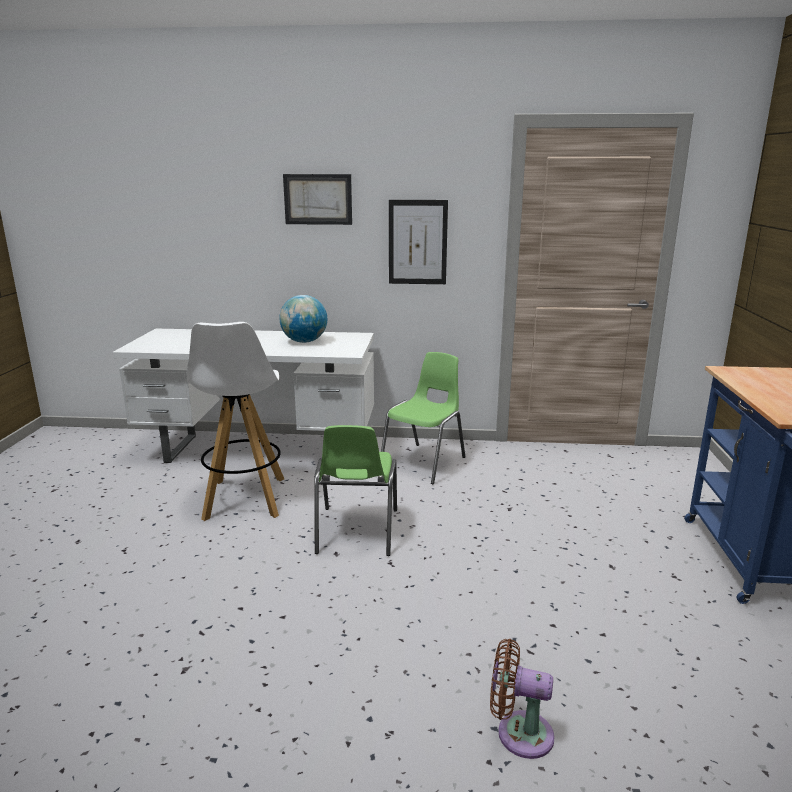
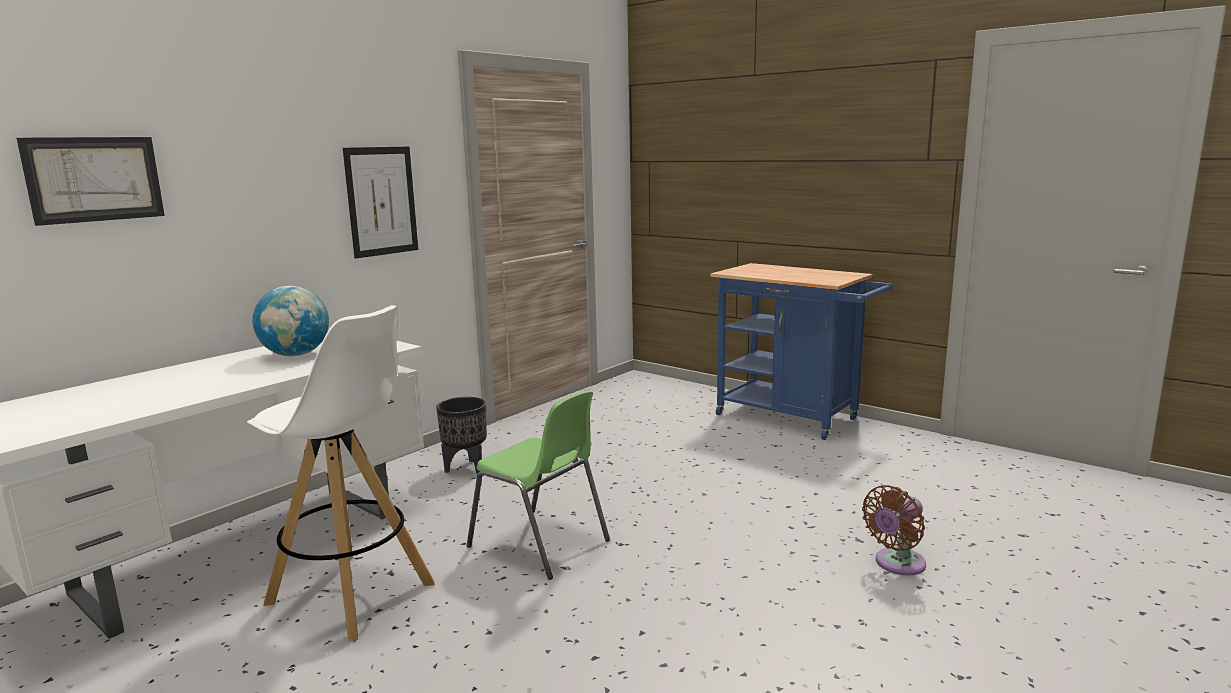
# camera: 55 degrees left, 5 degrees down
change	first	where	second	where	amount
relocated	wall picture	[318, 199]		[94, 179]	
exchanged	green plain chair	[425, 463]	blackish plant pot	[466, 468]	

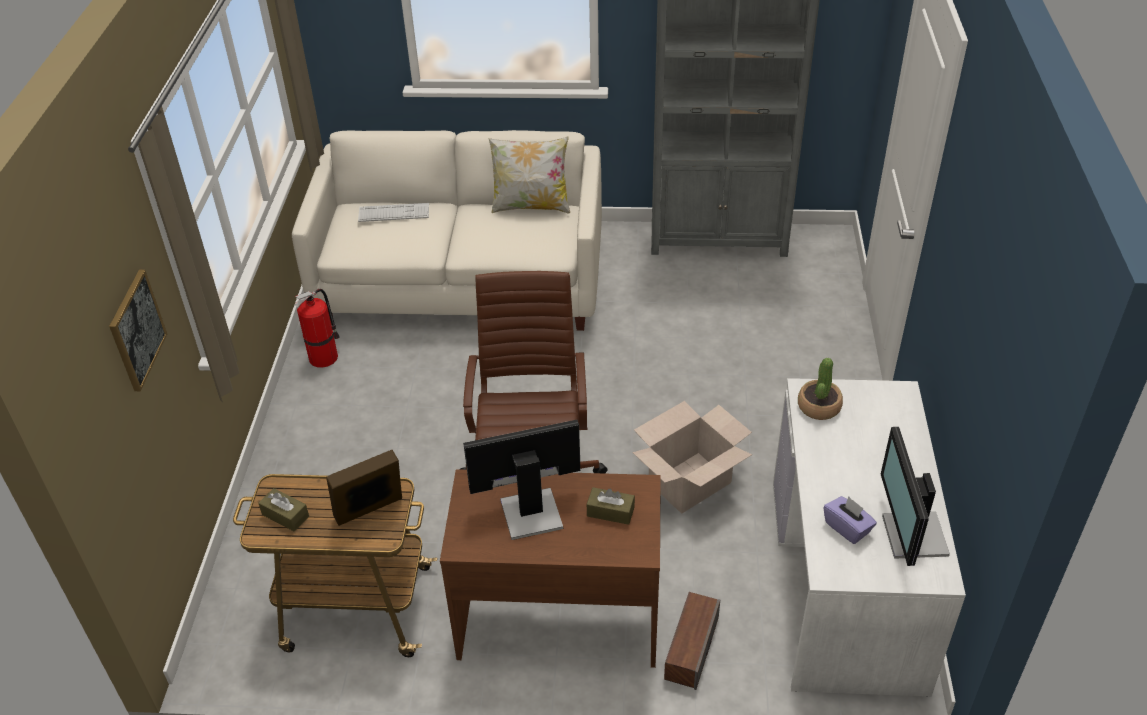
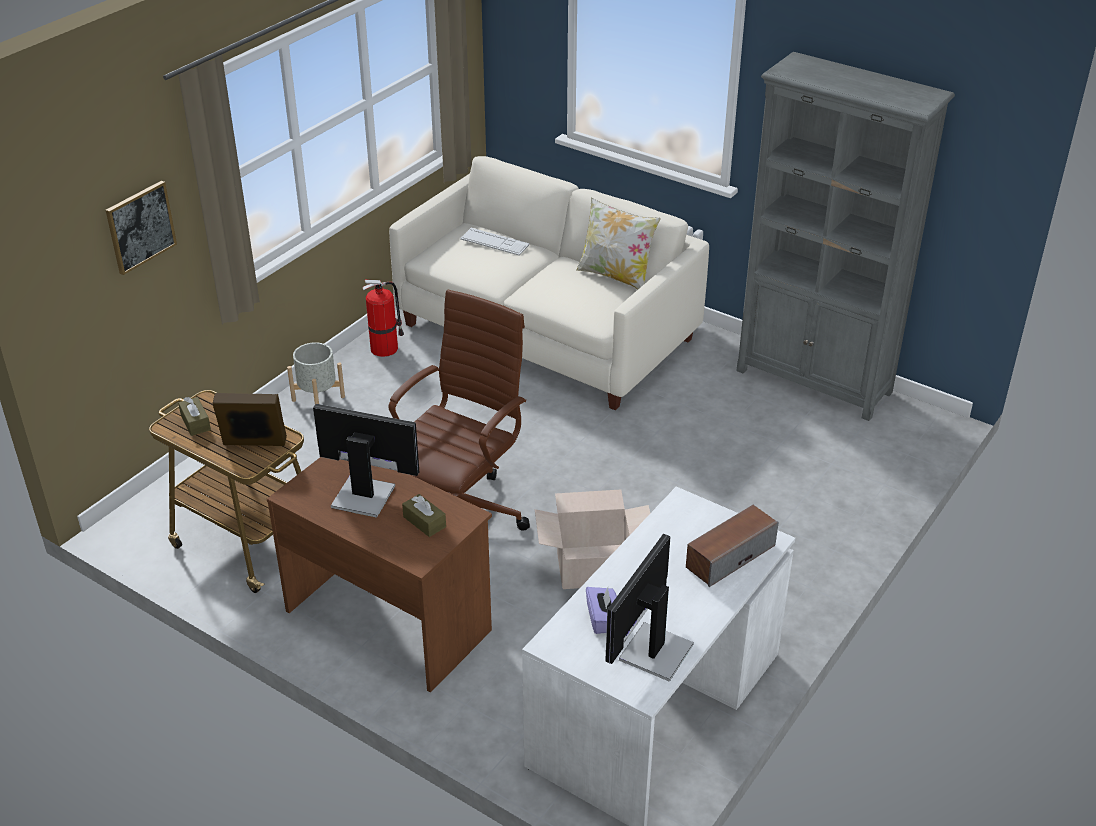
# camera: 30 degrees right, 5 degrees down
change	first	where	second	where	amount
appeared			grey plant pot	[318, 398]	
relocated	audio speaker	[691, 648]		[730, 556]	
missing	potted plant	[818, 406]			

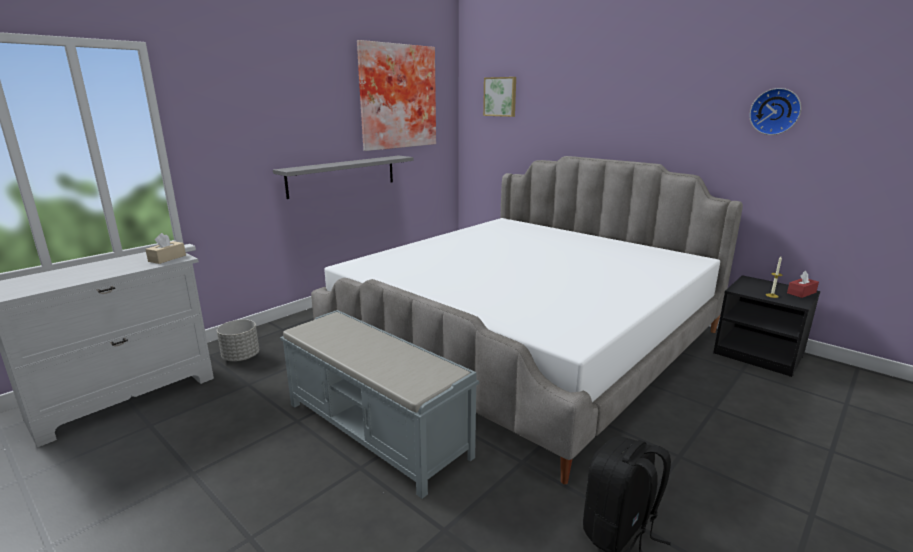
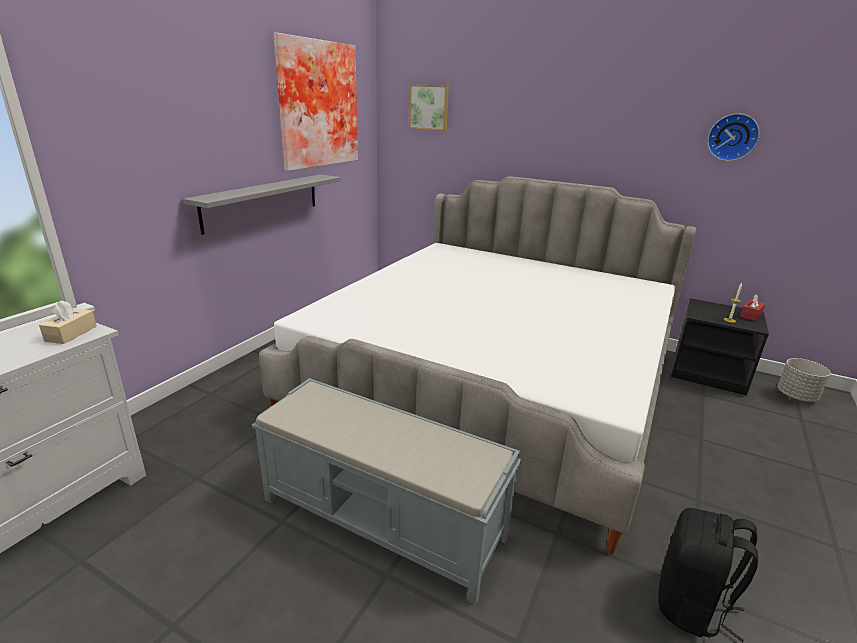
# camera: 15 degrees left, 5 degrees up
change	first	where	second	where	amount
relocated	grey plant pot	[241, 357]		[796, 396]	

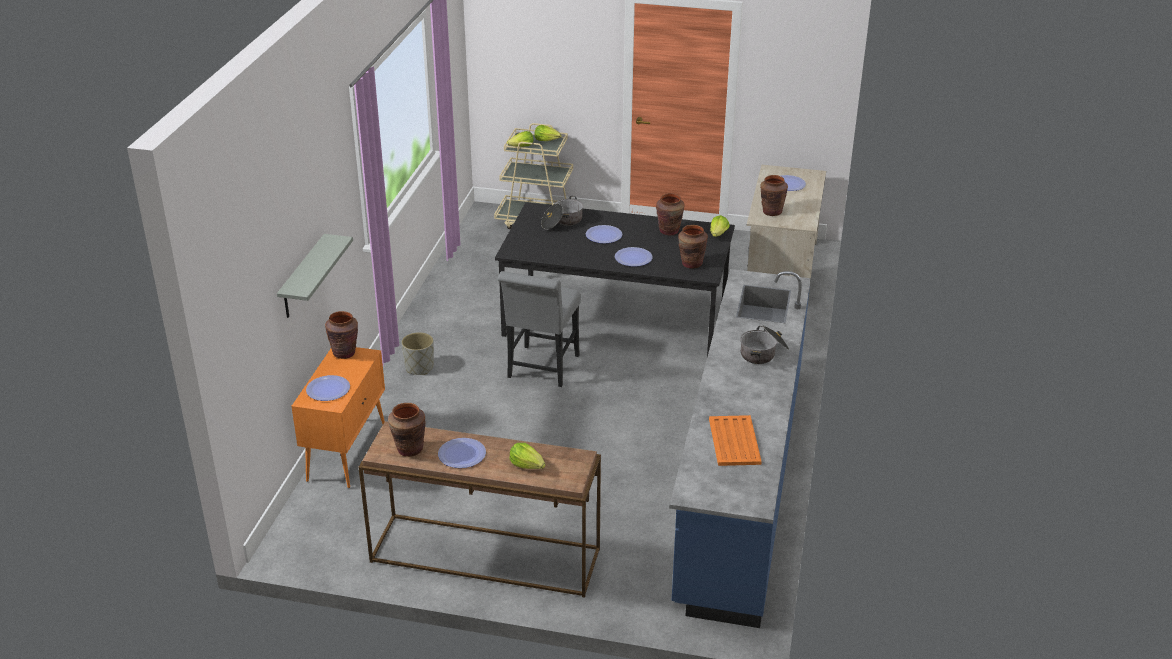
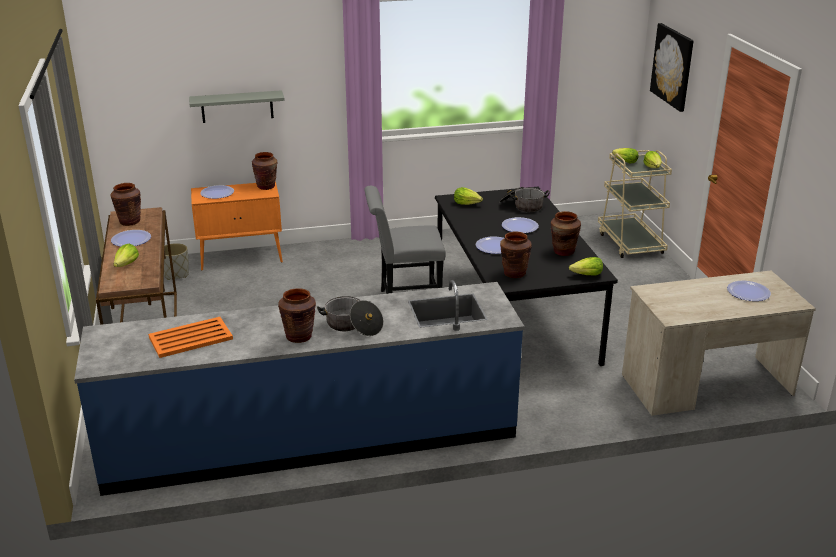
# camera: 65 degrees right, 5 degrees down
change	first	where	second	where	amount
relocated	grey plant pot	[419, 367]		[176, 274]	
relocated	brownish flower vase	[771, 212]		[299, 336]	
appeared			lettuce	[467, 203]	
appeared			wall picture	[673, 66]	

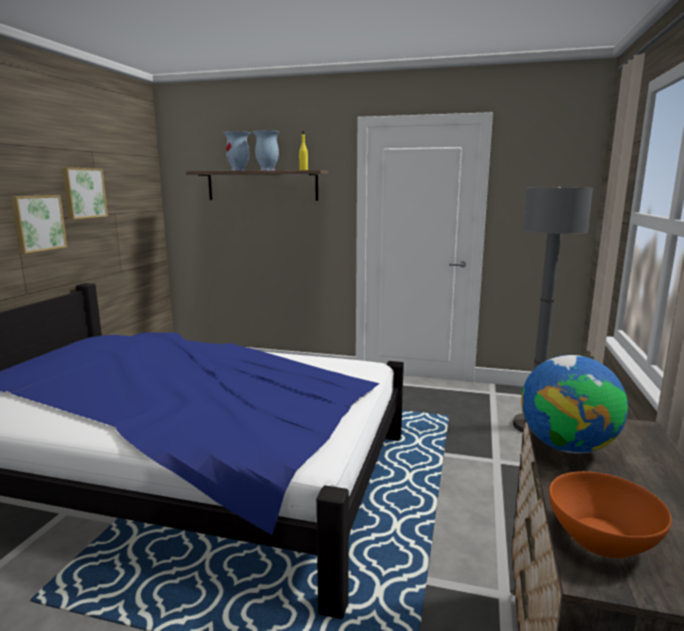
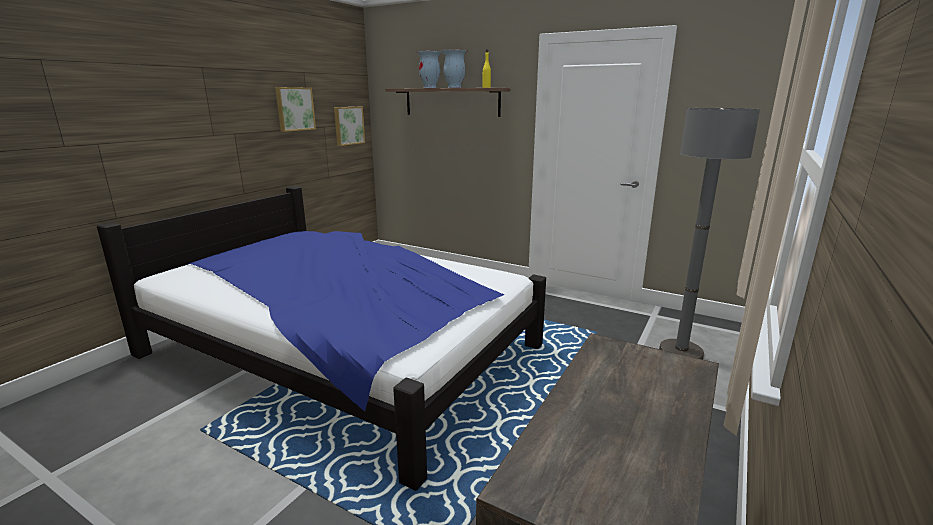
# camera: 15 degrees right, 5 degrees up
change	first	where	second	where	amount
relocated	wall picture	[37, 223]		[348, 125]	
missing	desk globe	[567, 446]			
missing	orangey deep dish	[601, 537]			

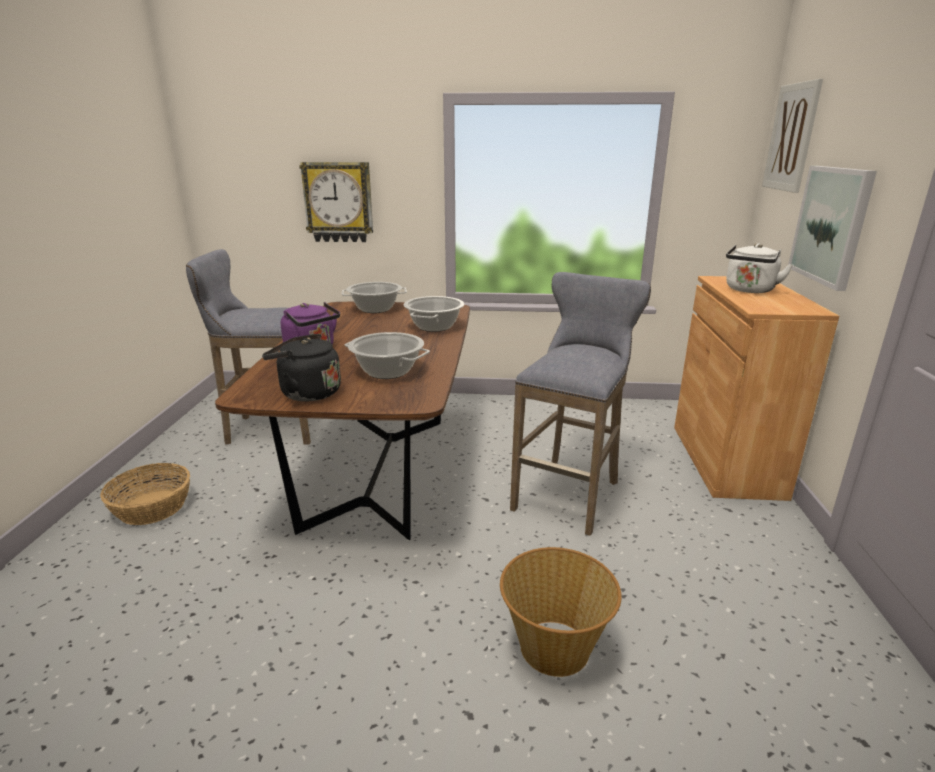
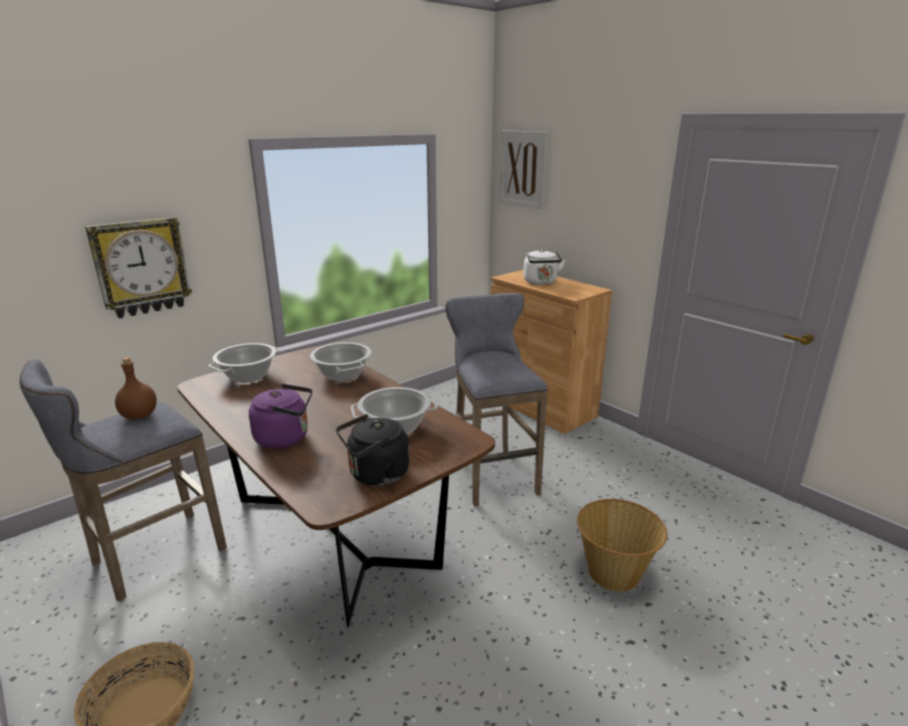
# camera: 45 degrees left, 0 degrees up
change	first	where	second	where	amount
appeared			brownish drink bottle	[140, 416]	
missing	wall picture	[831, 225]			

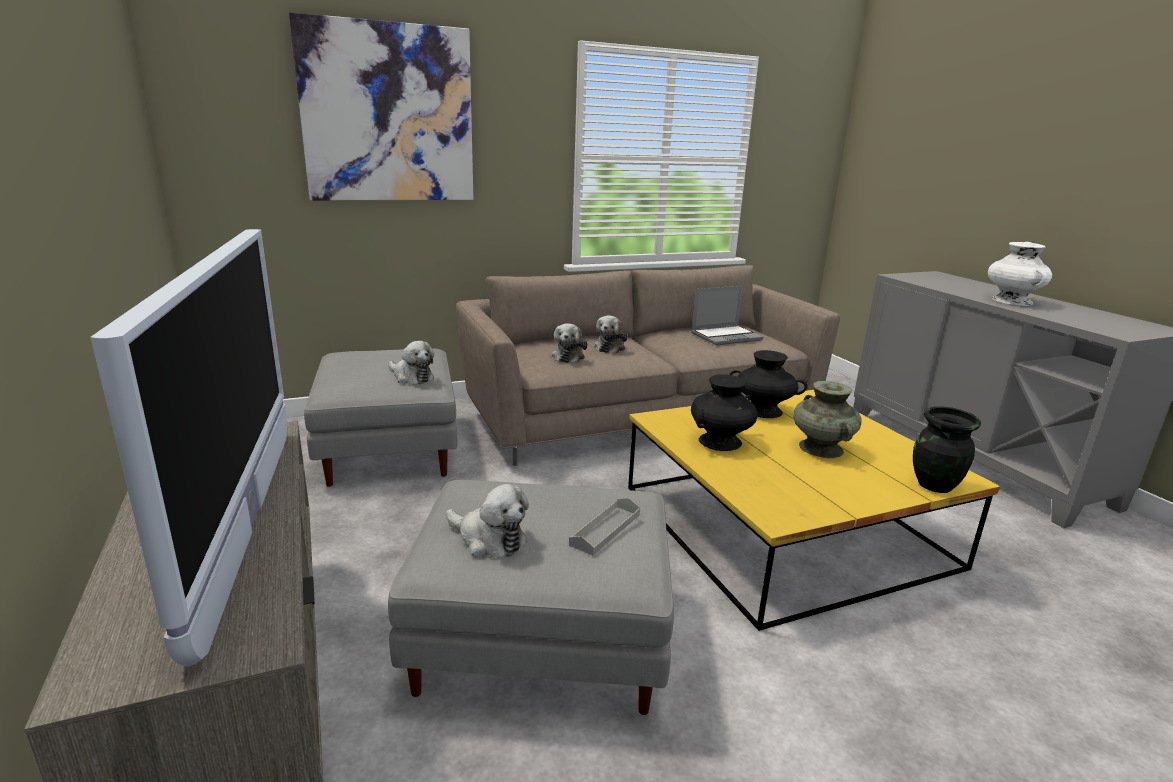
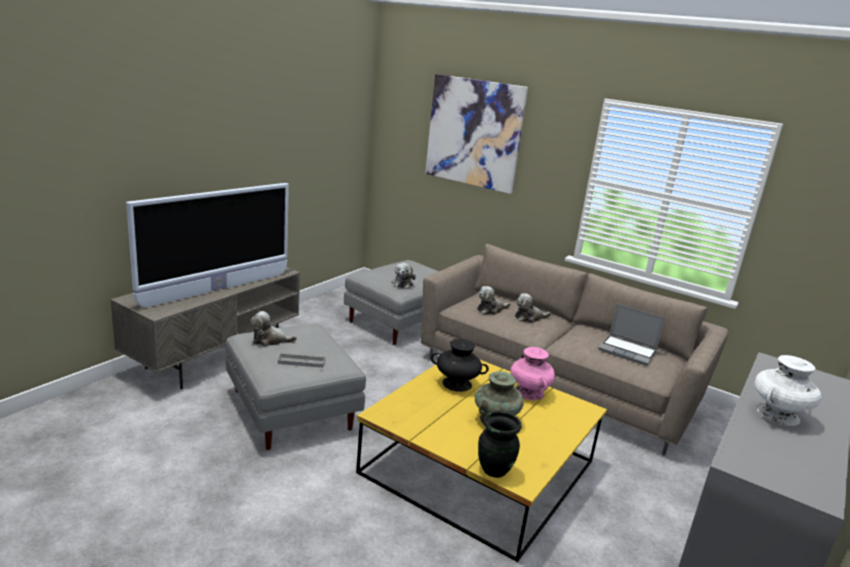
# camera: 55 degrees right, 0 degrees up
change	first	where	second	where	amount
spun	cuddly toy	[489, 539]		[270, 340]	90 degrees clockwise
colour	blackish flower vase	[763, 410]	pink-coloured flower vase	[529, 392]	

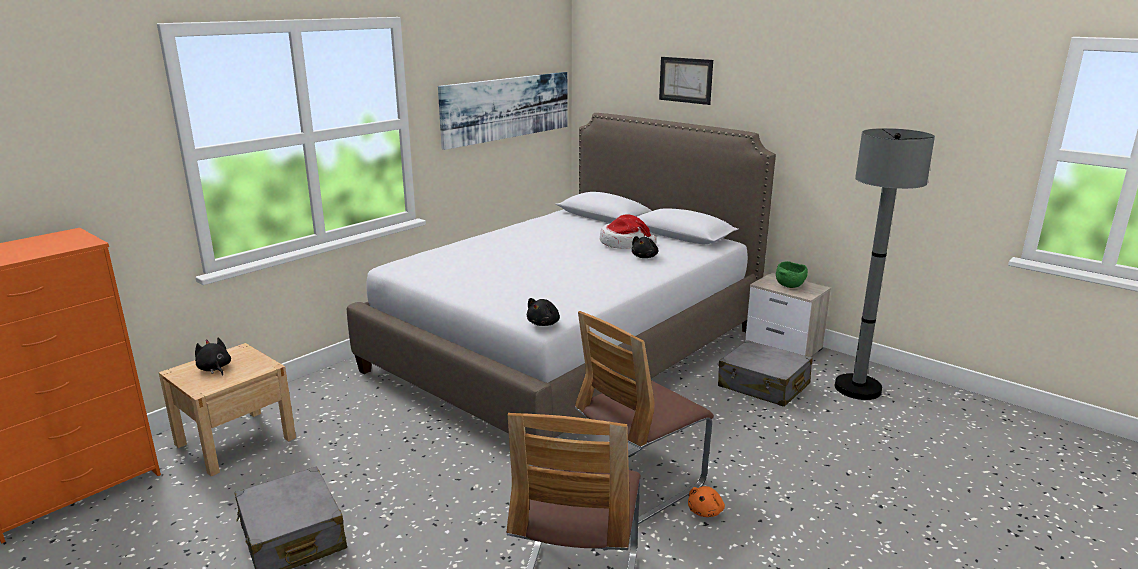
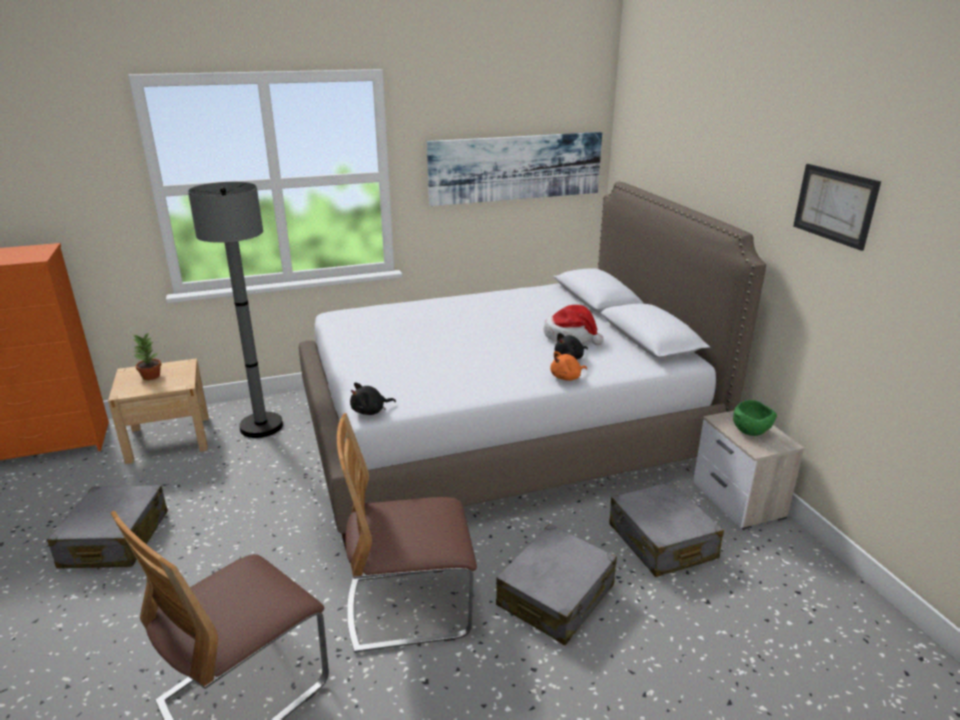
# camera: 30 degrees right, 5 degrees up
change	first	where	second	where	amount
exchanged	blackish cuddly toy	[214, 369]	potted plant	[150, 376]	
relocated	grey standard lamp	[857, 388]		[261, 426]	
appeared			grey suitcase	[556, 596]	
relocated	orangey cuddly toy	[706, 511]		[567, 377]	
relocated	wall picture	[685, 80]		[835, 205]	

